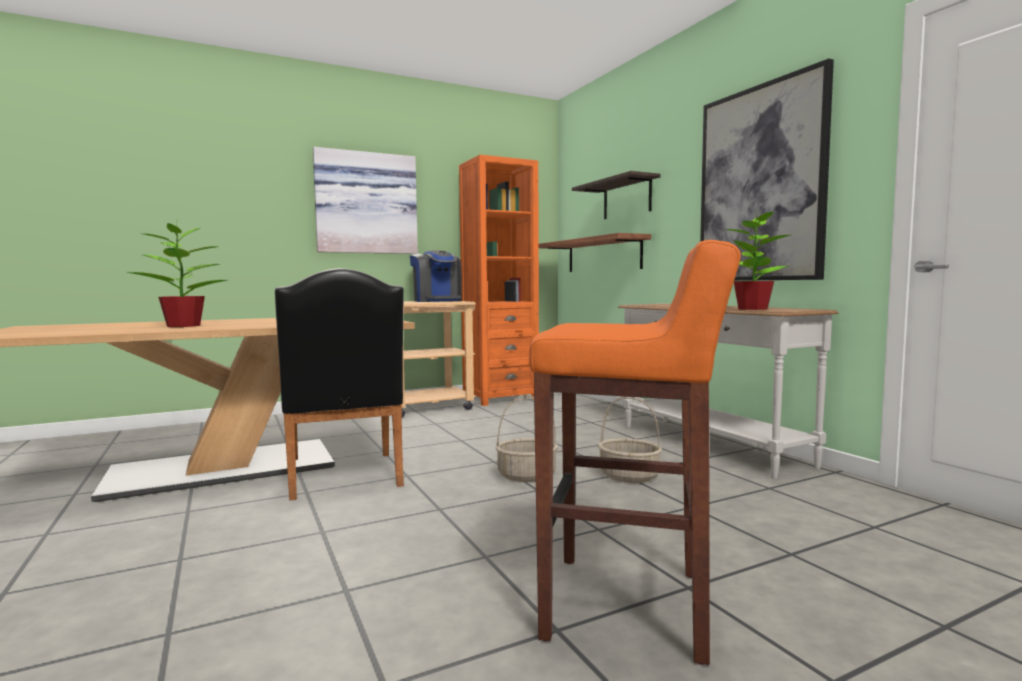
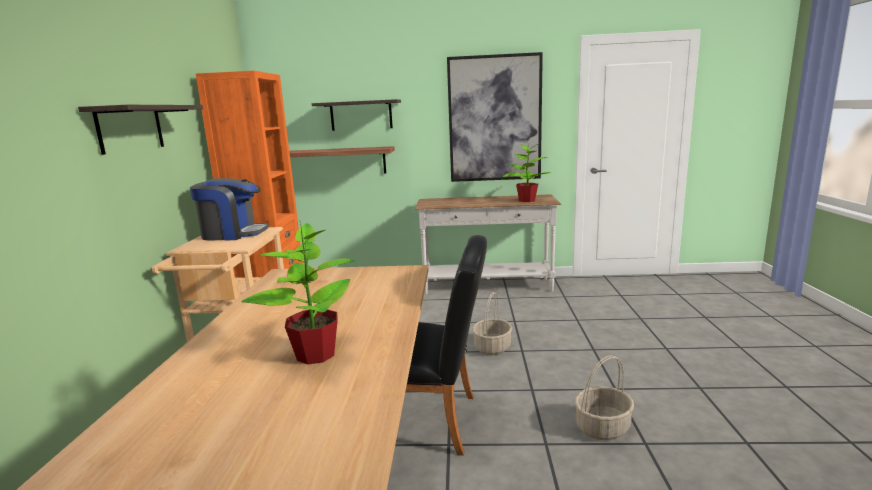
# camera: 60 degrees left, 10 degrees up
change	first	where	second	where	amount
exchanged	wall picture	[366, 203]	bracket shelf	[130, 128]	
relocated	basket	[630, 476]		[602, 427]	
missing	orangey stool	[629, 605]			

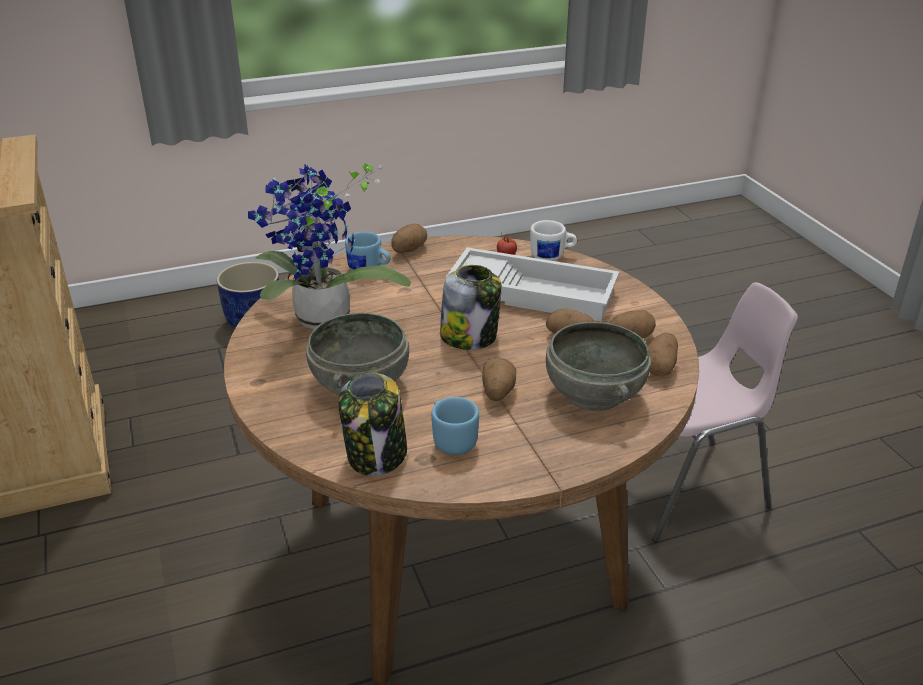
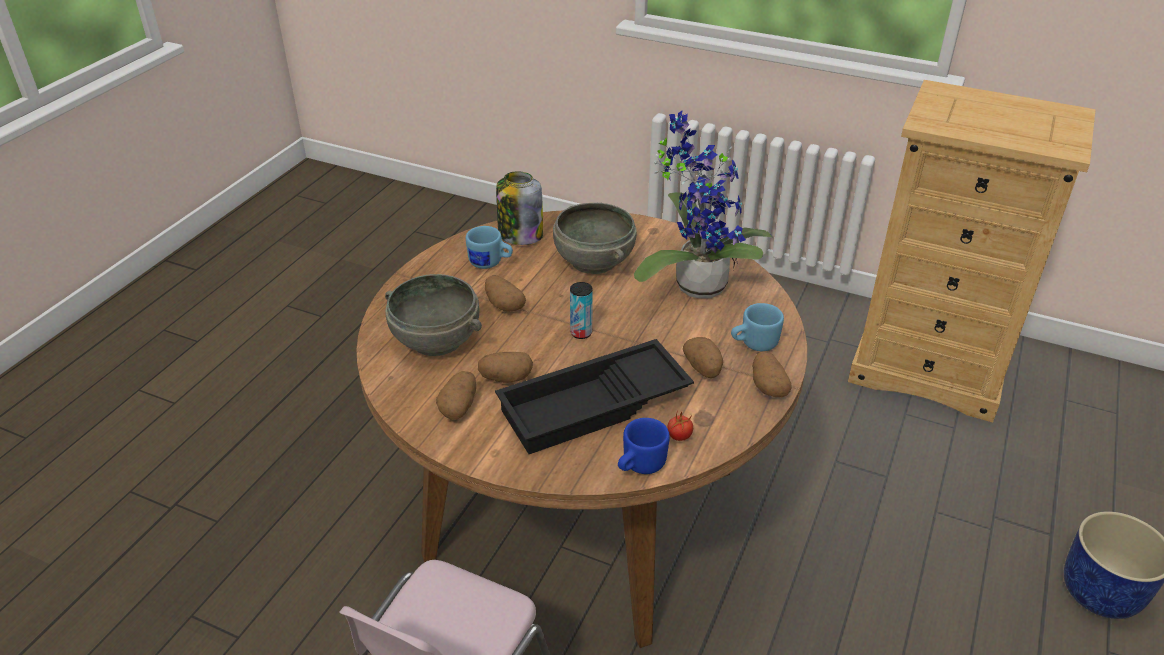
# camera: 135 degrees right, 5 degrees up
change	first	where	second	where	amount
colour	whitish serving tray	[534, 292]	blackish serving tray	[594, 407]	
exchanged	preserve jar	[470, 337]	metal can	[581, 333]	
colour	whitish coffee mug	[552, 256]	blue-coloured coffee mug	[639, 466]	
relocated	potato	[660, 367]		[703, 368]	

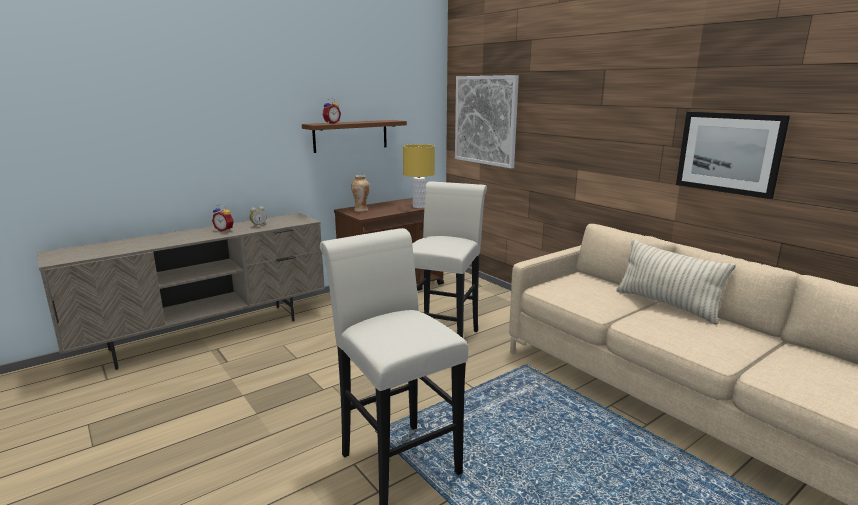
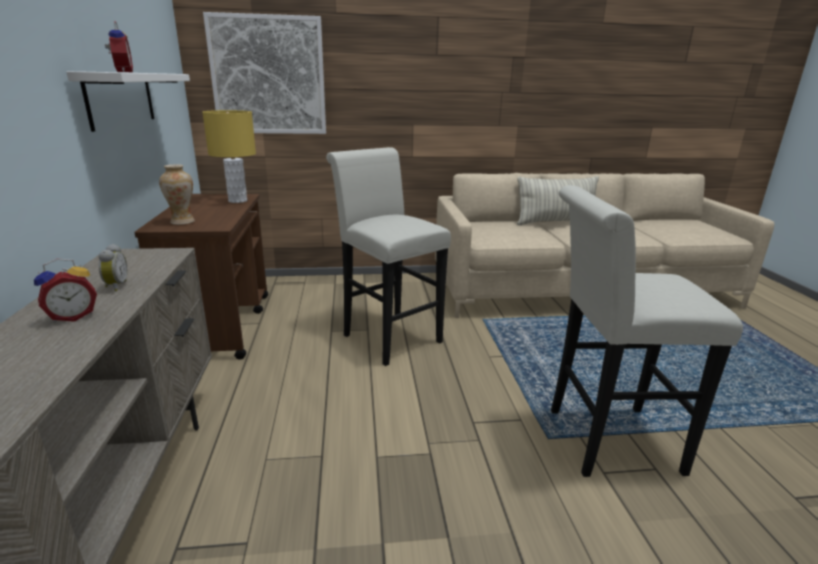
# camera: 60 degrees left, 5 degrees up
change	first	where	second	where	amount
colour	brownish bracket shelf	[350, 135]	whitish bracket shelf	[121, 98]	
missing	wall picture	[729, 153]			

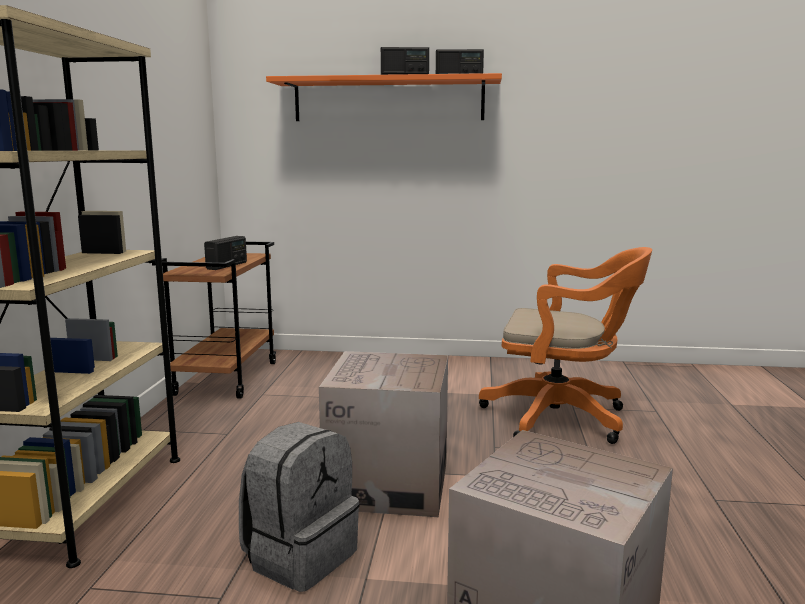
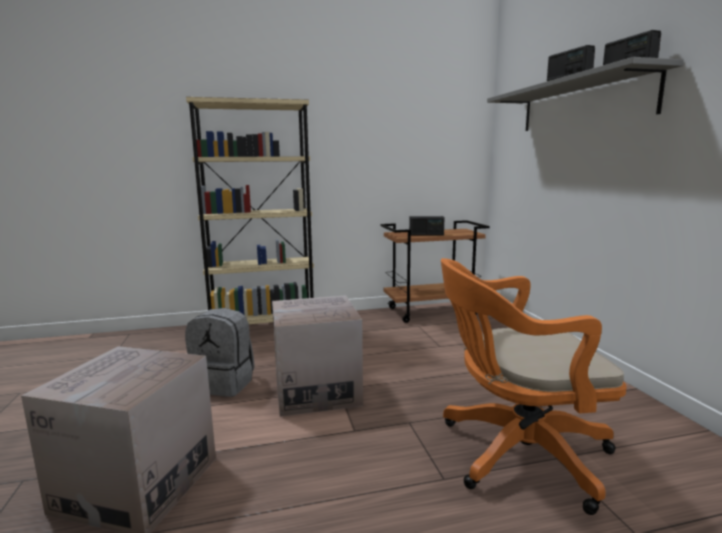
# camera: 70 degrees right, 0 degrees up
change	first	where	second	where	amount
spun	orangey desk chair	[563, 418]		[515, 453]	90 degrees clockwise
colour	orangey bracket shelf	[388, 100]	grey bracket shelf	[582, 104]	

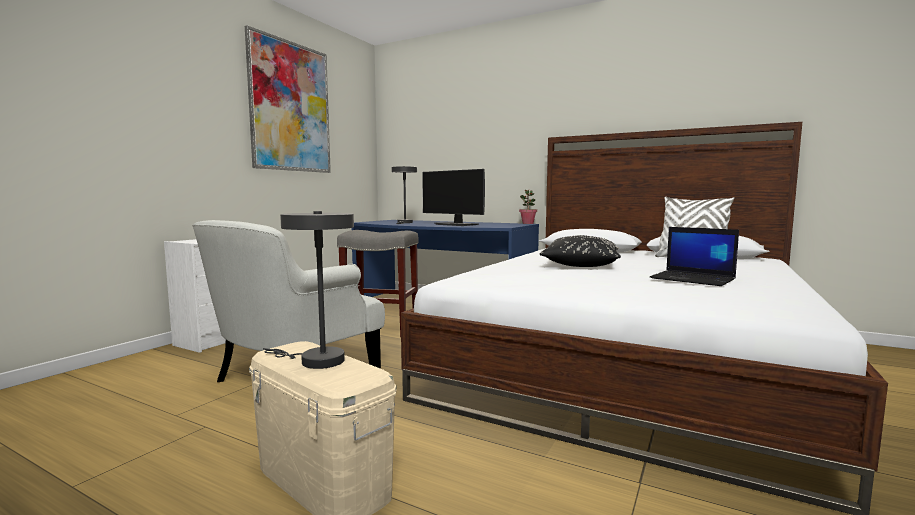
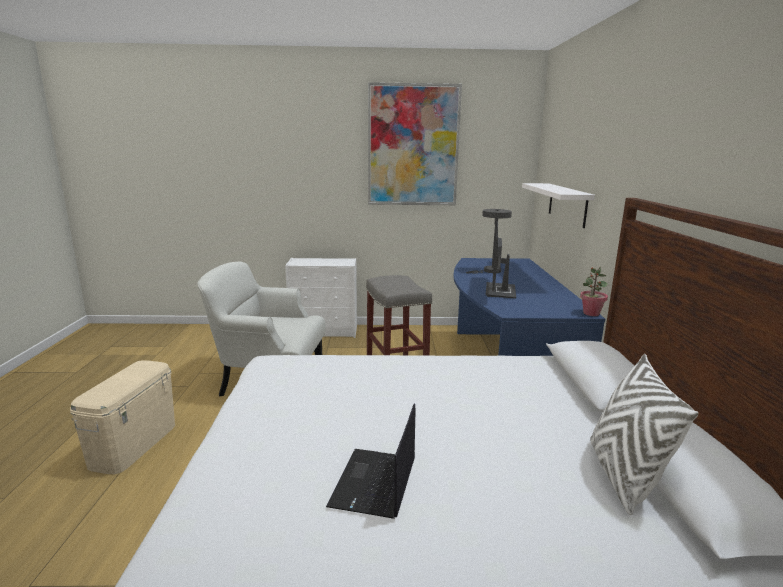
# camera: 60 degrees right, 10 degrees up
change	first	where	second	where	amount
appeared			whitish bracket shelf	[567, 204]	
missing	grey table lamp	[315, 360]			
missing	blackish cushion	[580, 265]			

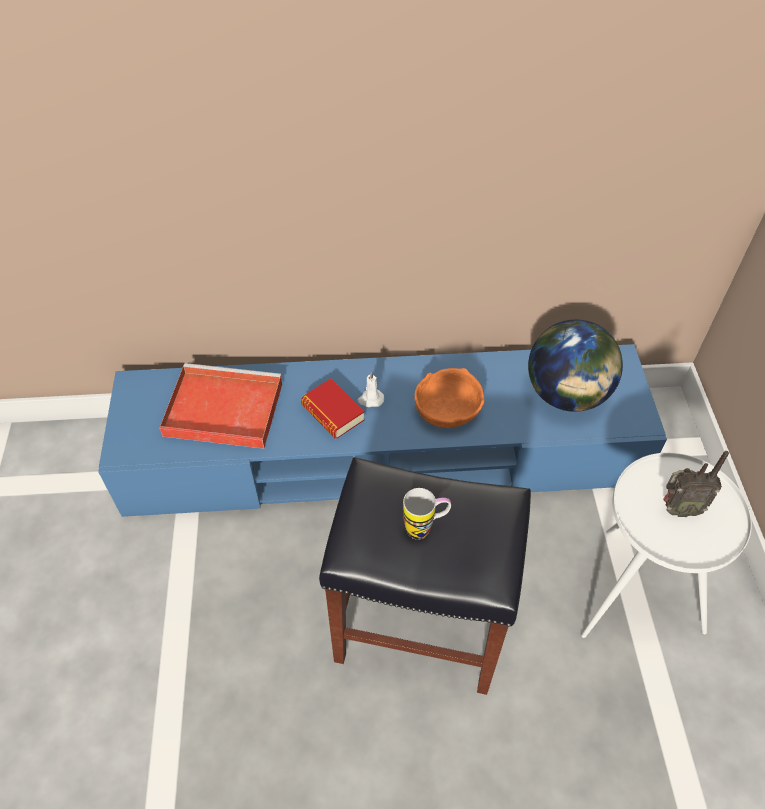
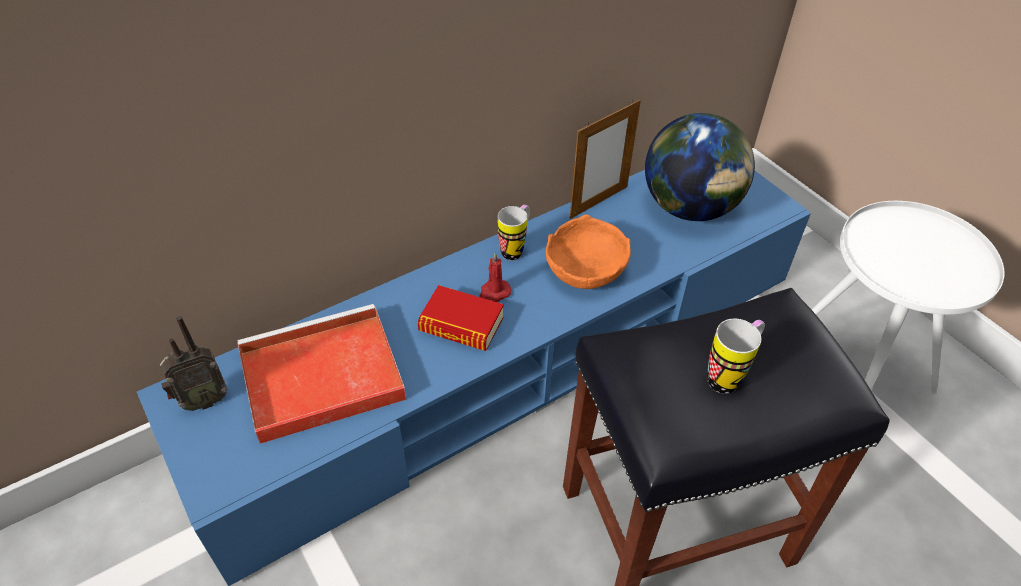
# camera: 30 degrees left, 5 degrees down
change	first	where	second	where	amount
relocated	radio	[678, 508]		[202, 400]	
colour	whitish wax light	[370, 399]	reddish wax light	[494, 293]	
appeared			coffee mug	[515, 249]	
appeared			standing frame	[598, 202]	

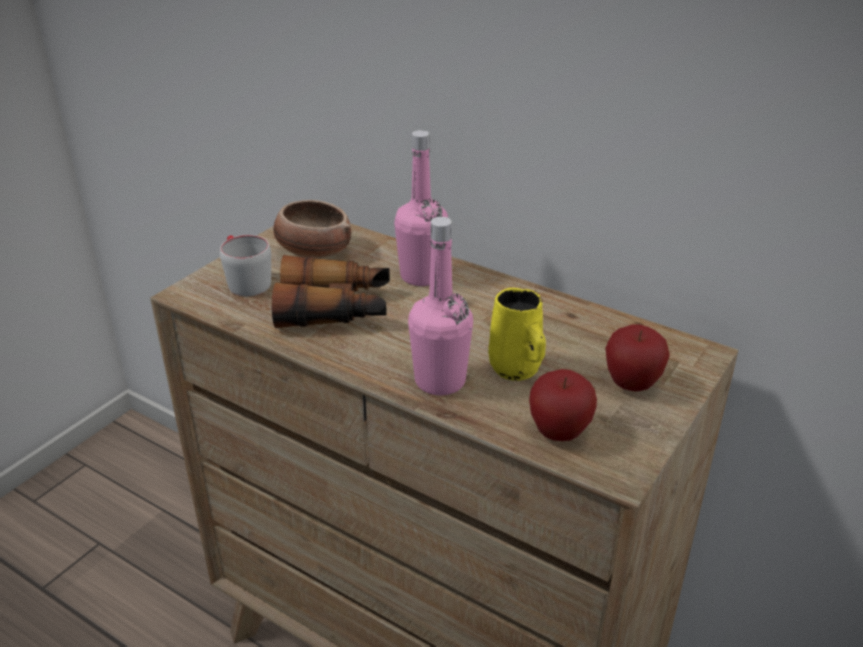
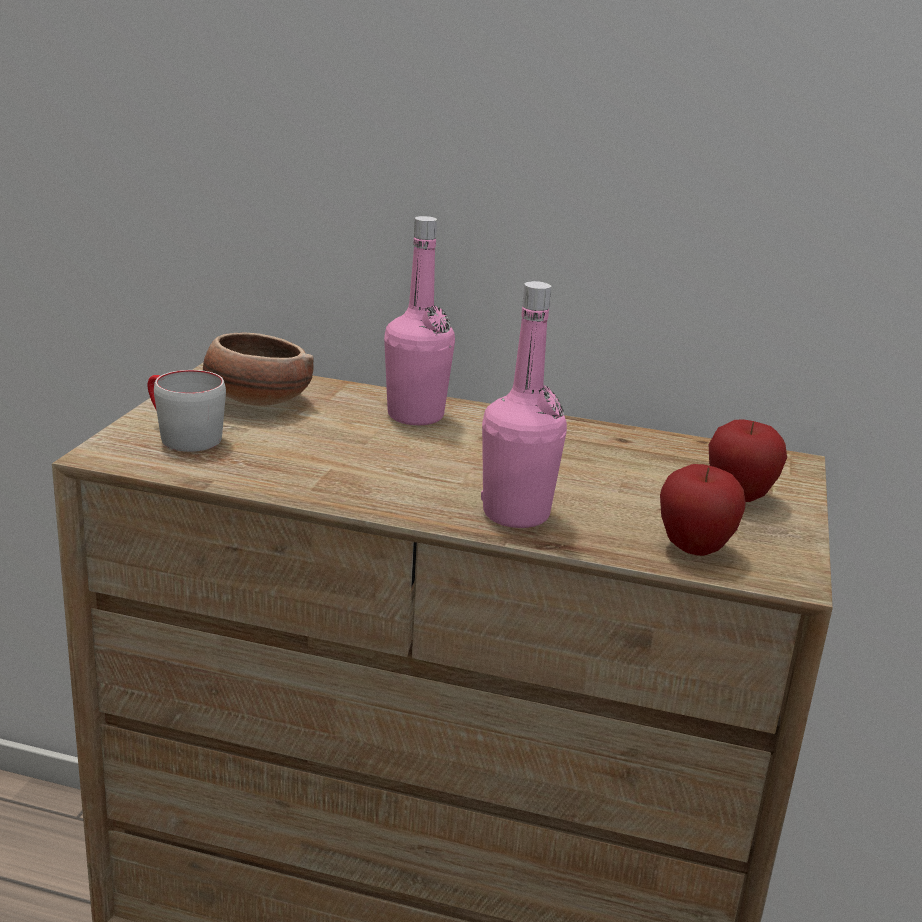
# camera: 20 degrees left, 10 degrees down
change	first	where	second	where	amount
missing	pair of binoculars	[335, 309]			
missing	yellow coffee mug	[516, 369]			

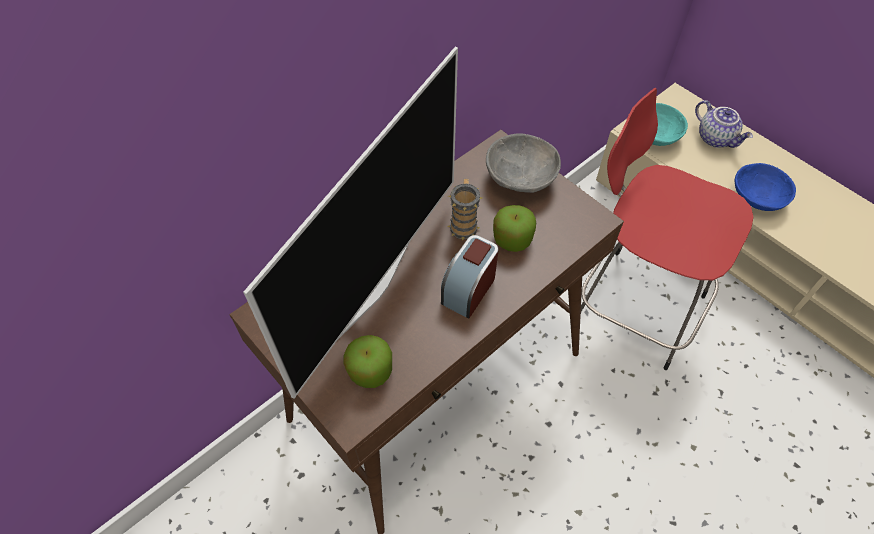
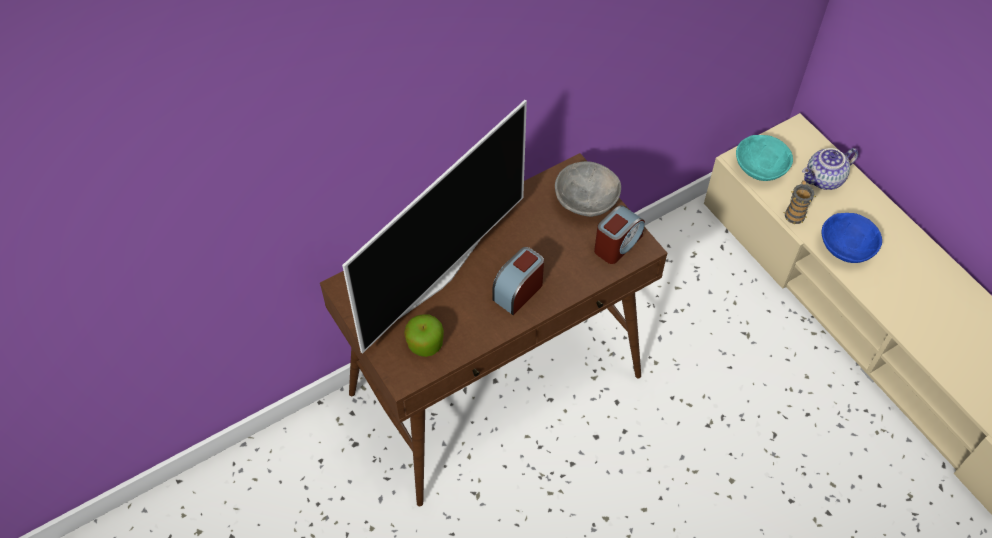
# camera: 10 degrees right, 0 degrees up
change	first	where	second	where	amount
appeared			bedside clock	[617, 244]	
relocated	coffee mug	[463, 224]		[795, 212]	
spun	pot for tea	[716, 138]		[824, 180]	90 degrees clockwise
missing	apple	[512, 239]			
missing	reddish stool	[634, 305]			

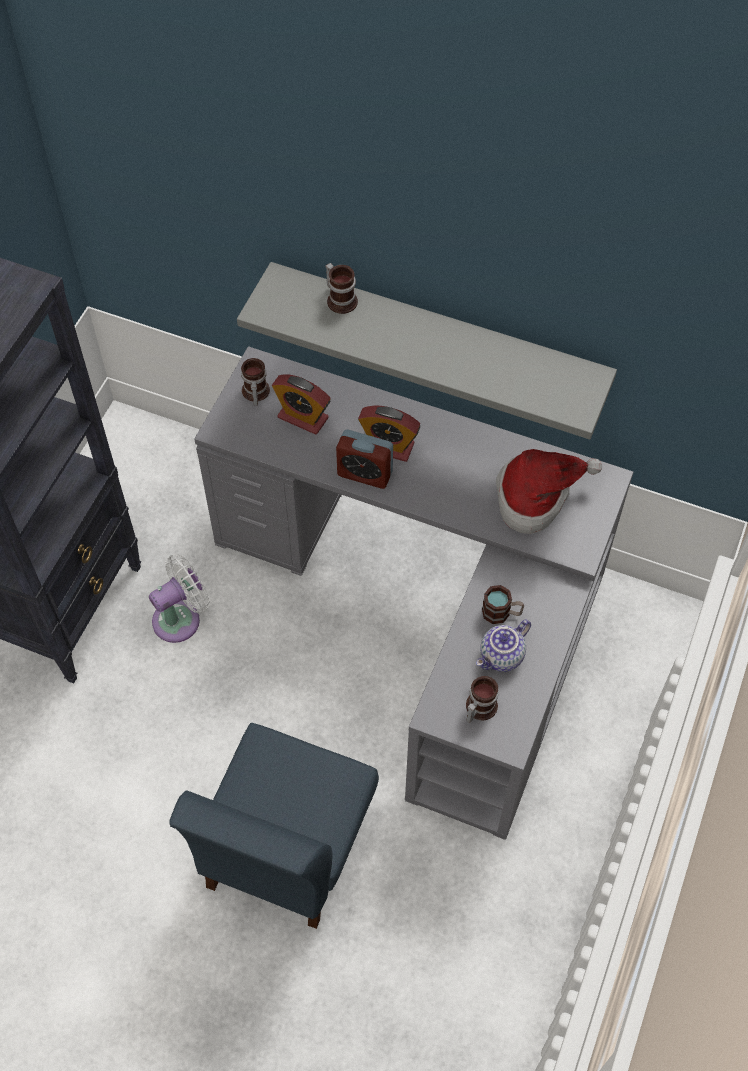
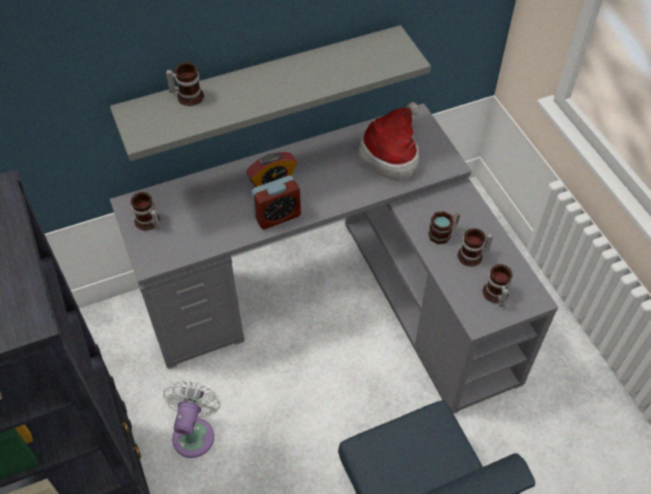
# camera: 45 degrees left, 5 degrees down
change	first	where	second	where	amount
exchanged	pot for tea	[502, 657]	coffee mug	[473, 256]	
missing	bedside clock	[303, 417]			

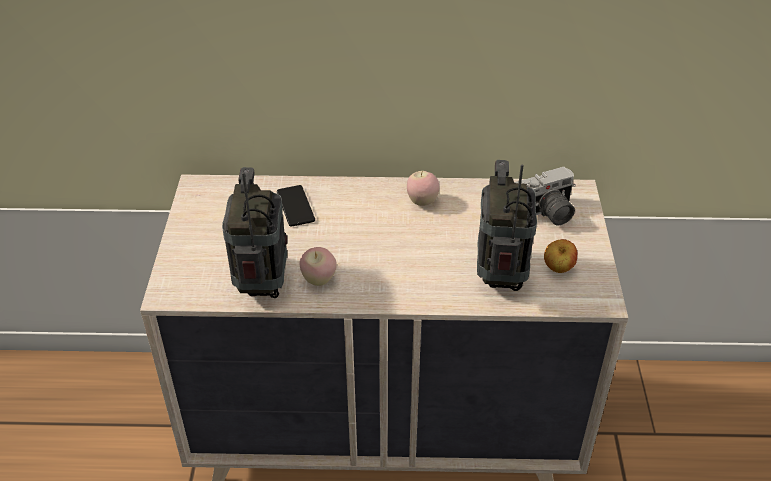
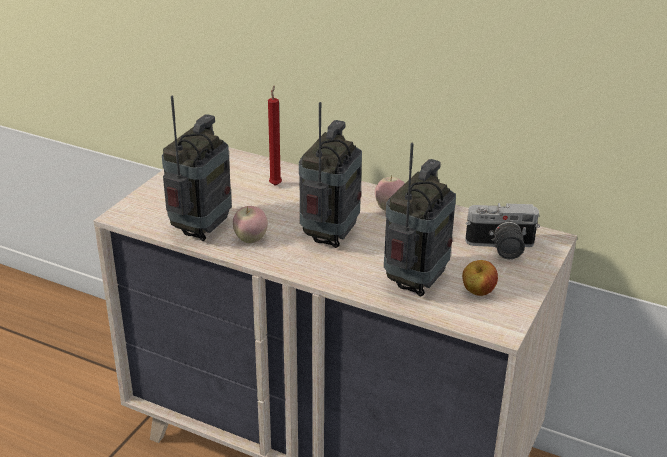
# camera: 25 degrees right, 10 degrees down
change	first	where	second	where	amount
exchanged	telephone	[295, 206]	reddish wax light	[276, 184]	
appeared			radio	[330, 236]	

